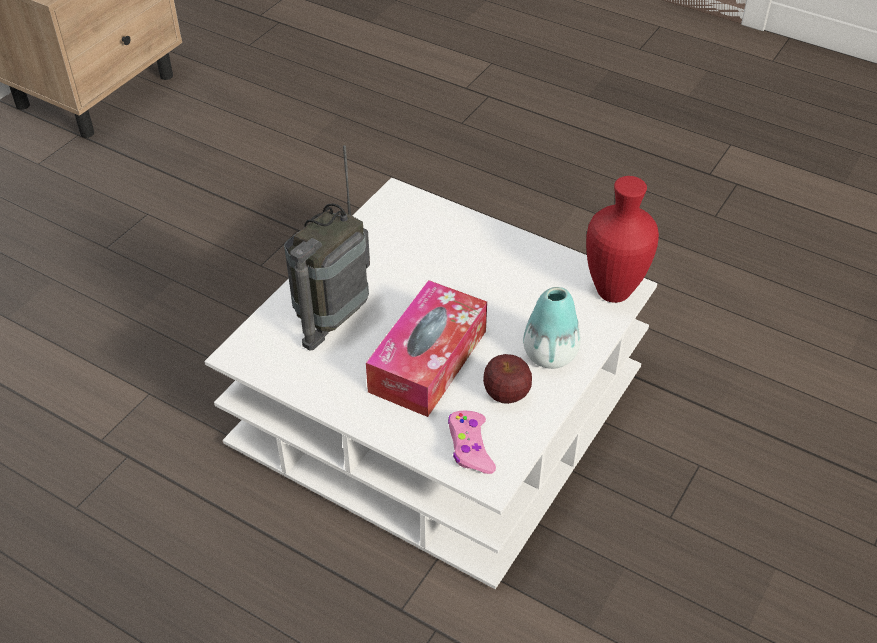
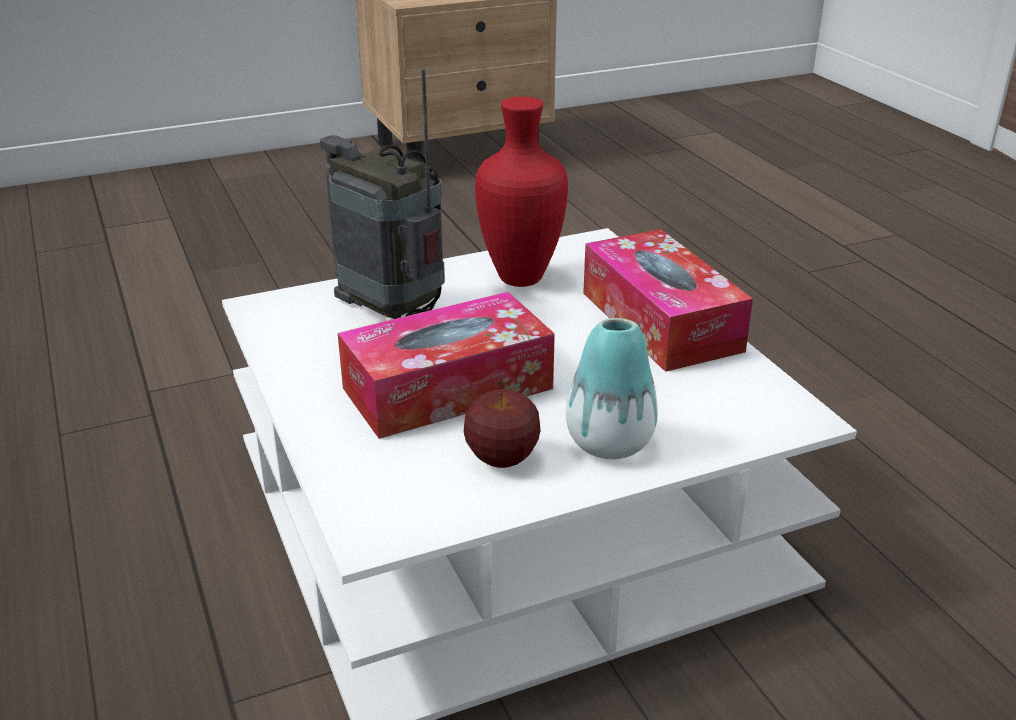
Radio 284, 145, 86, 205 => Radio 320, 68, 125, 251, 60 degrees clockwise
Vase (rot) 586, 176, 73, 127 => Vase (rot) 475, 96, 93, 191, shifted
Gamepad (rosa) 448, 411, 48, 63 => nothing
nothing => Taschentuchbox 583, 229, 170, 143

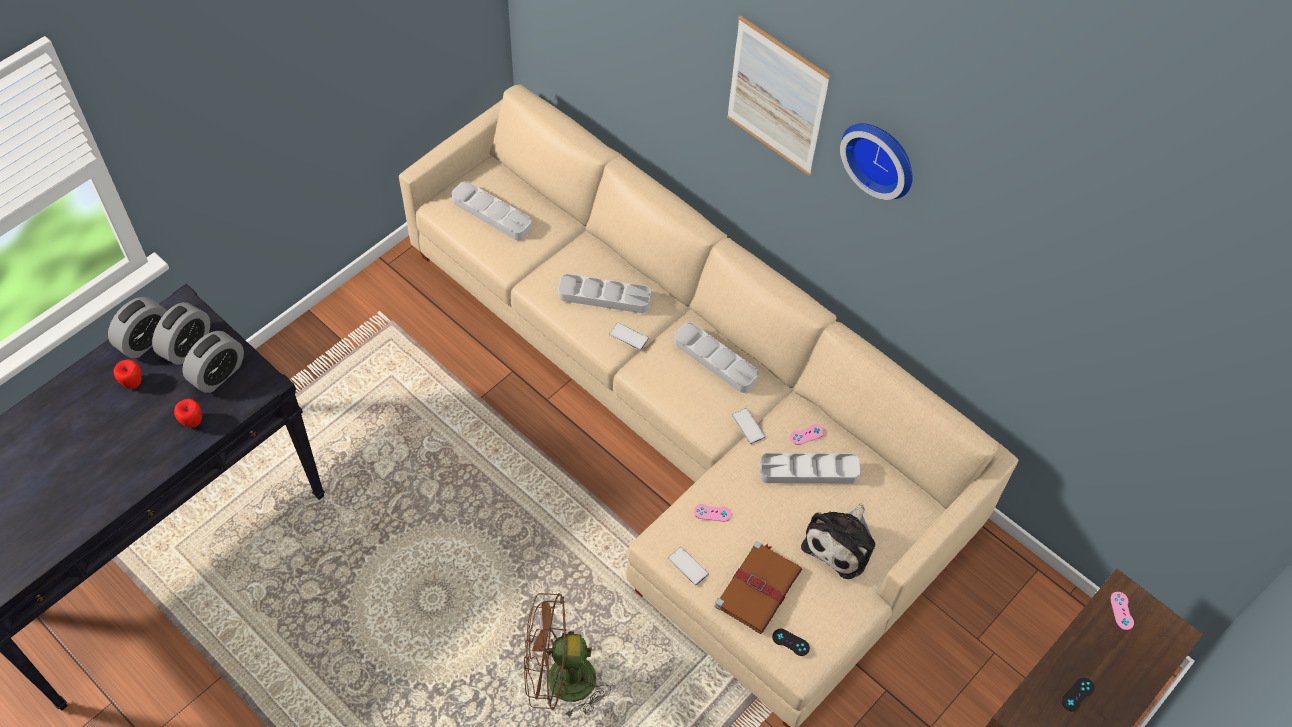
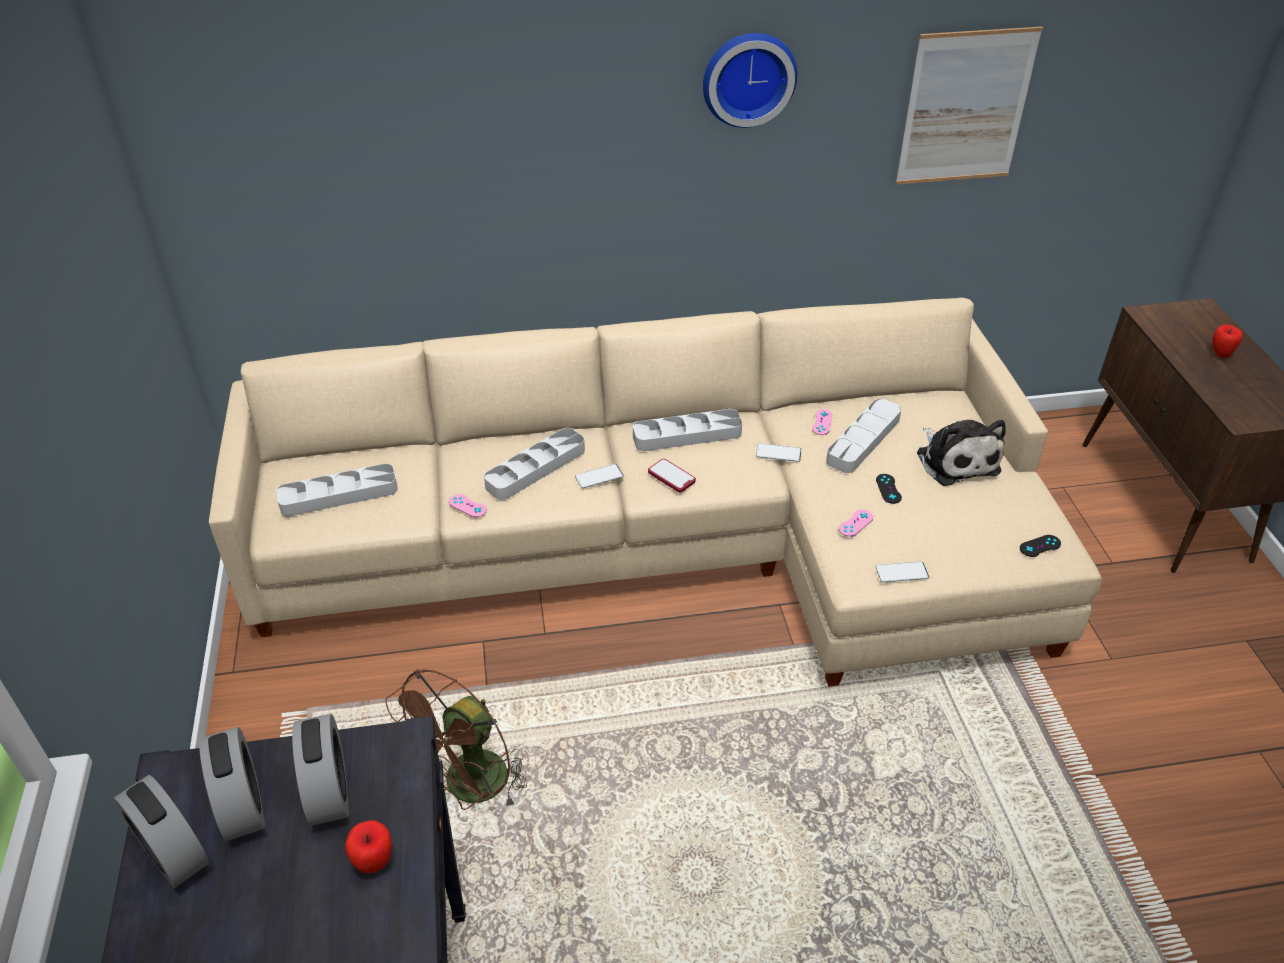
Bild 727, 15, 103, 161 => Bild 896, 27, 147, 158, shifted
Wecker 108, 297, 59, 61 => Wecker 113, 775, 96, 113, 150 degrees clockwise
Apfel 114, 359, 27, 30 => Apfel 1212, 325, 31, 33, shifted
Buch (braun) 715, 541, 87, 93 => nothing
Gamepad (rosa) 1110, 592, 24, 38 => Gamepad (rosa) 449, 494, 38, 23, shifted
Ventilator (braun) 524, 593, 87, 127 => Ventilator (braun) 385, 669, 142, 141, shifted
Gamepad (schwarz) 1061, 678, 34, 33 => Gamepad (schwarz) 876, 474, 26, 30, shifted
nothing => Handy 648, 459, 48, 34

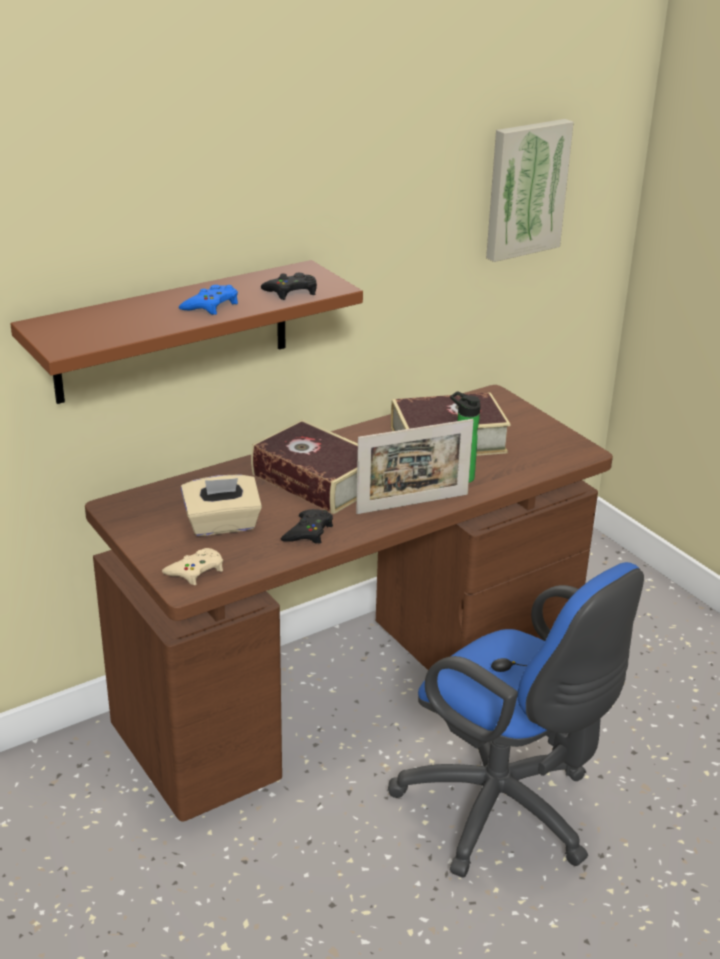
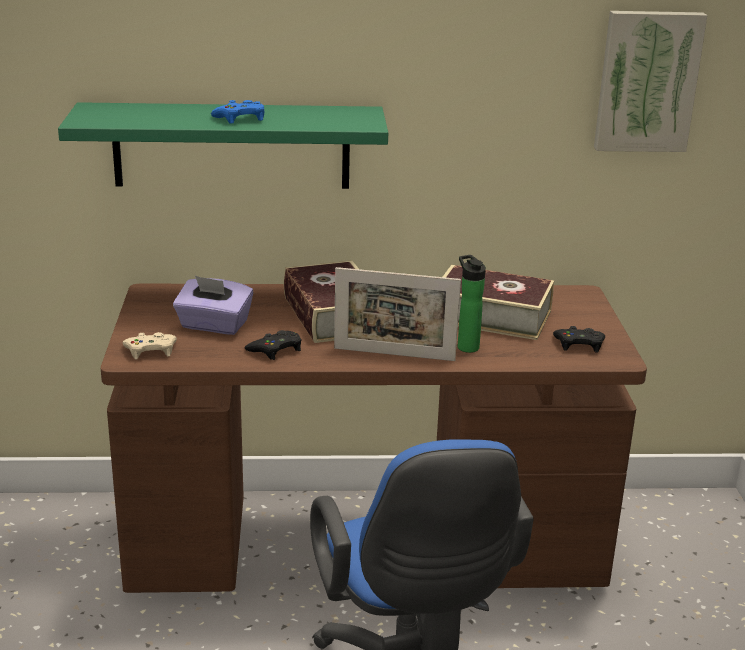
Wandregal (braun) 10, 260, 353, 144 => Wandregal (grün) 58, 102, 330, 87
Gamepad (schwarz) 261, 273, 56, 27 => Gamepad (schwarz) 553, 326, 52, 27, shifted
Taschentuchbox (beige) 181, 475, 81, 61 => Taschentuchbox (lila) 173, 276, 81, 59

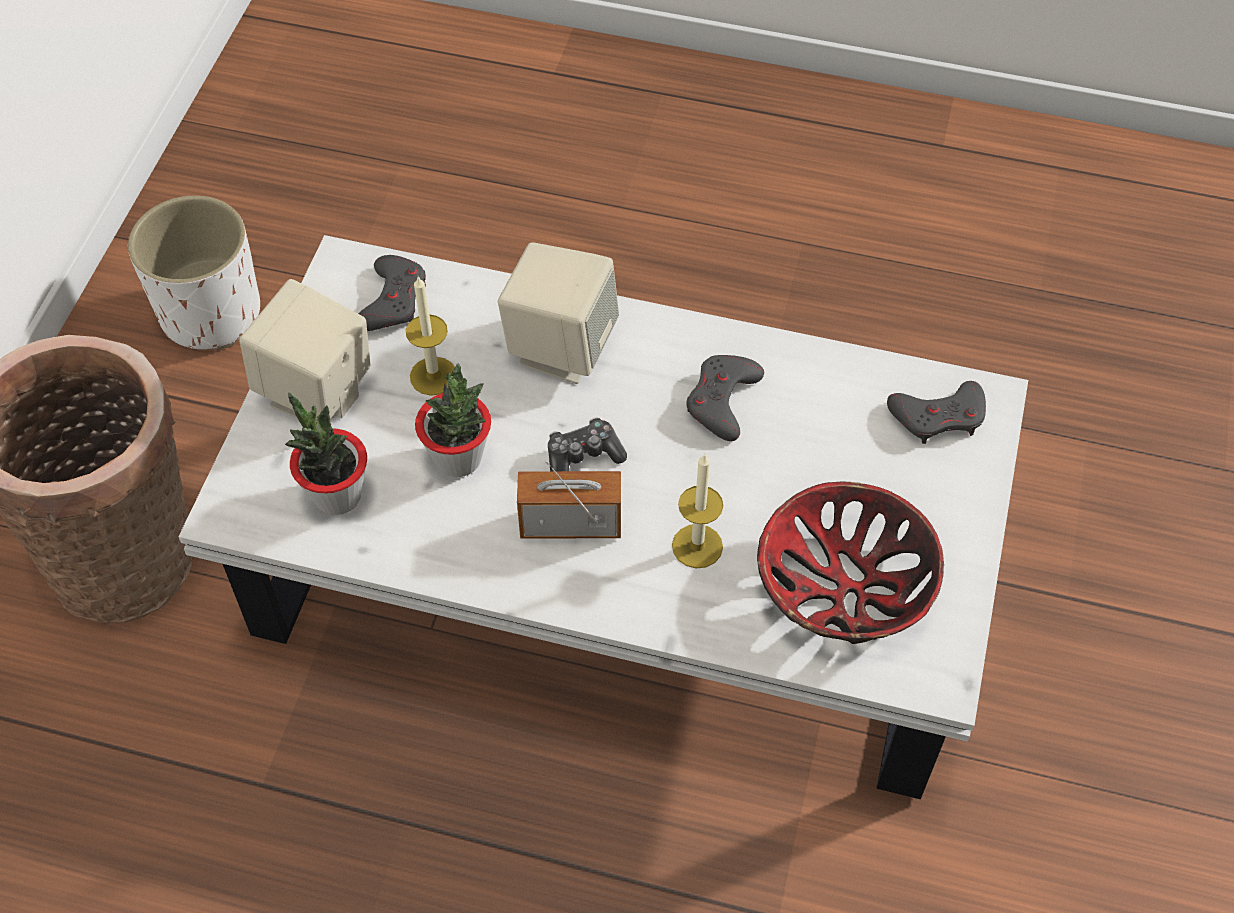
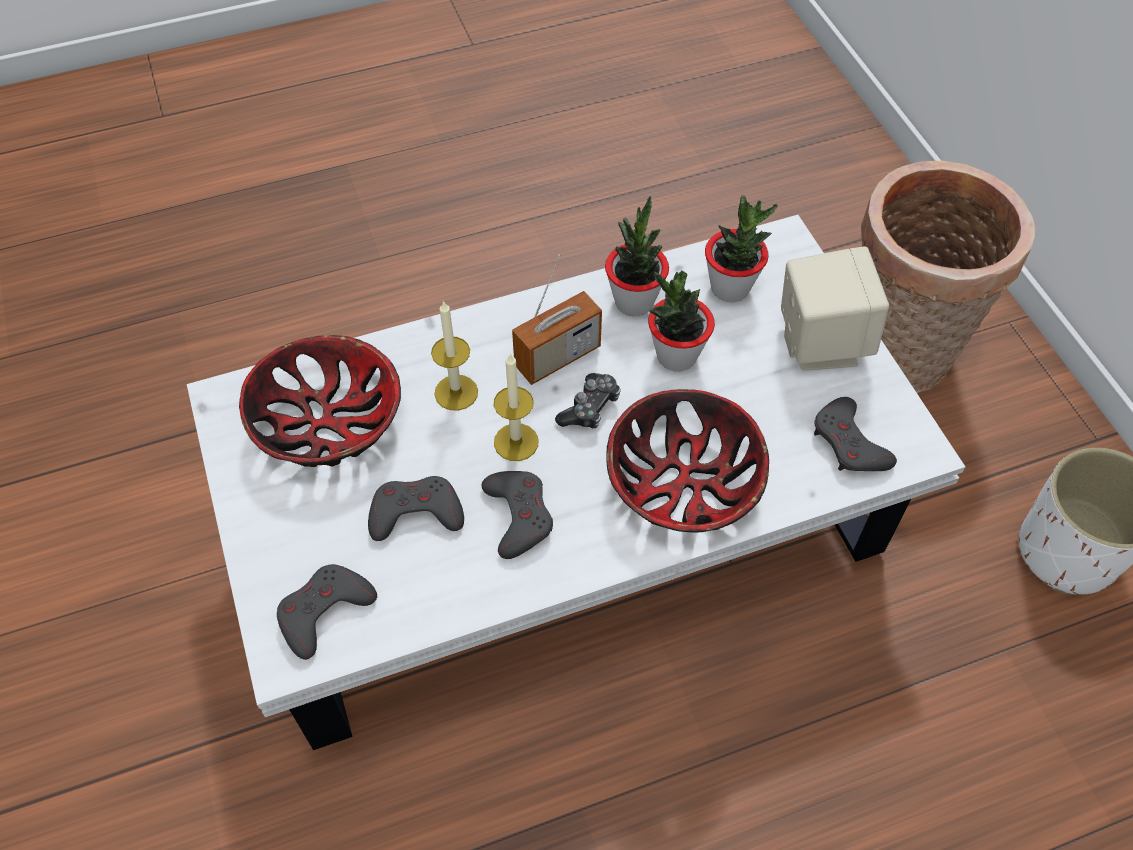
Lautsprecher (beige) 498, 242, 121, 142 => Schüssel 606, 389, 163, 144
Kerze 406, 277, 49, 119 => Kerze 494, 353, 45, 108, shifted
nothing => Topfpflanze 605, 196, 64, 120
nothing => Gamepad (grau) 368, 476, 96, 65

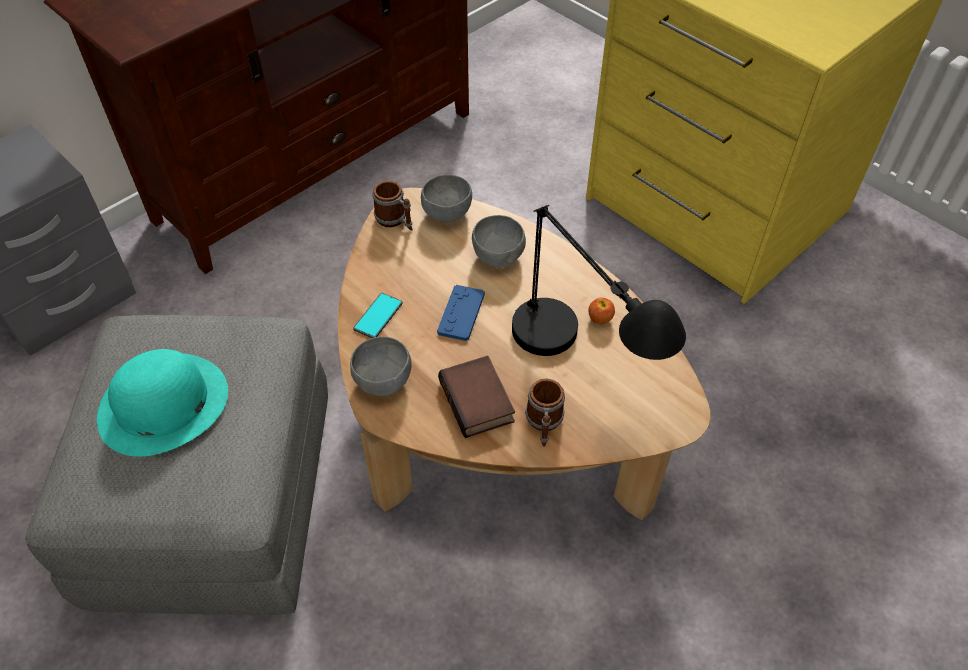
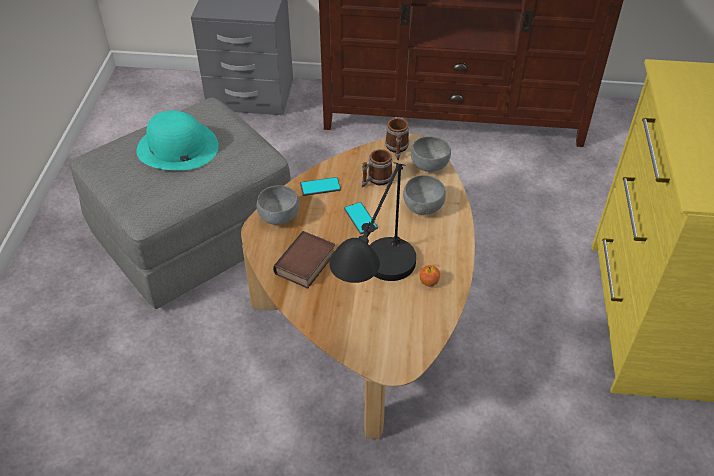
Gamepad (blau) 437, 285, 48, 56 => Handy 344, 202, 34, 32
Henkelbecher 525, 378, 40, 69 => Henkelbecher 362, 149, 31, 38, shifted

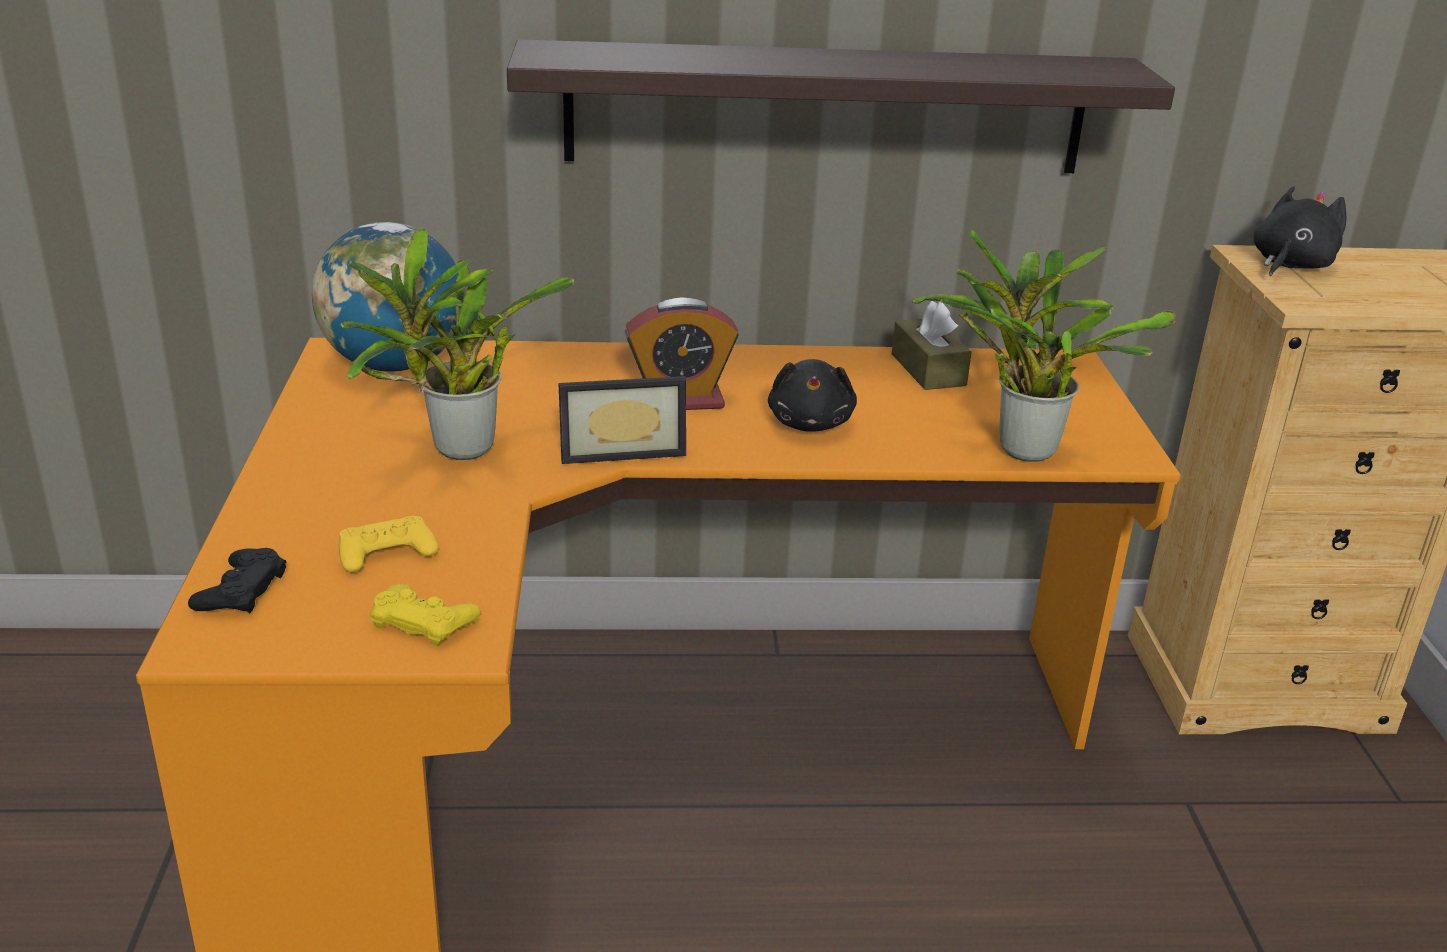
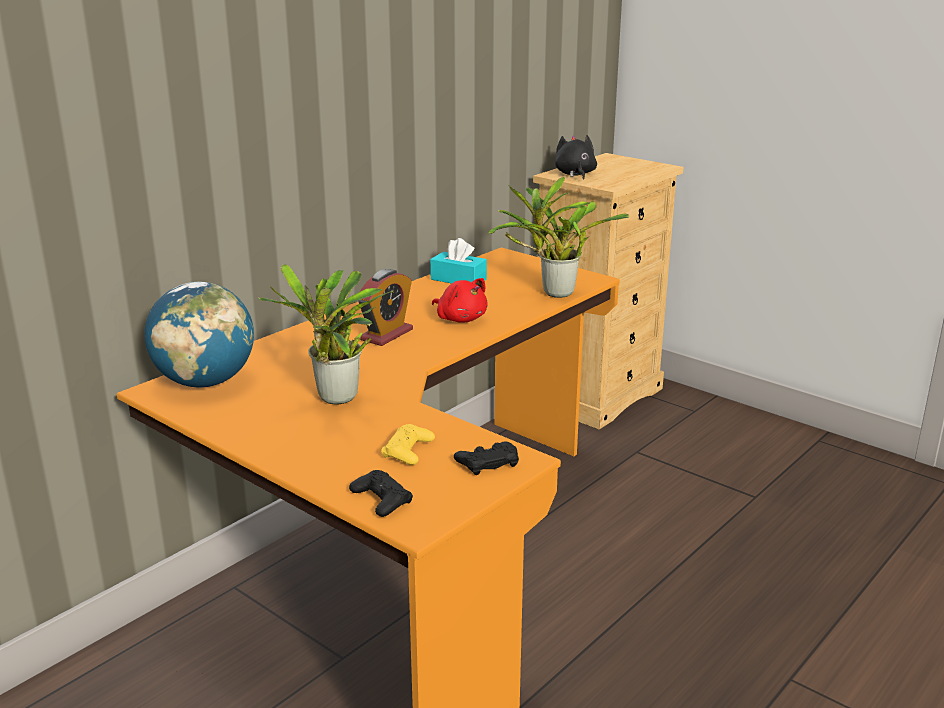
Wandregal 507, 40, 668, 133 => nothing
Taschentuchbox (braun) 892, 301, 80, 89 => Taschentuchbox (türkis) 430, 238, 57, 45
Plüschtier (schwarz) 768, 359, 89, 73 => Plüschtier (rot) 432, 278, 56, 45
Bilderrahmen 558, 376, 128, 88 => nothing
Gamepad (gelb) 370, 583, 111, 63 => Gamepad (schwarz) 454, 441, 65, 34

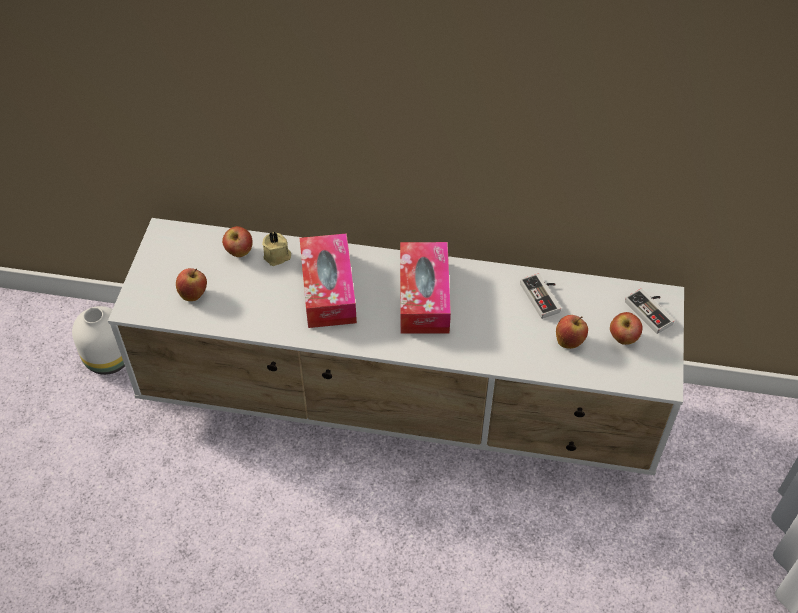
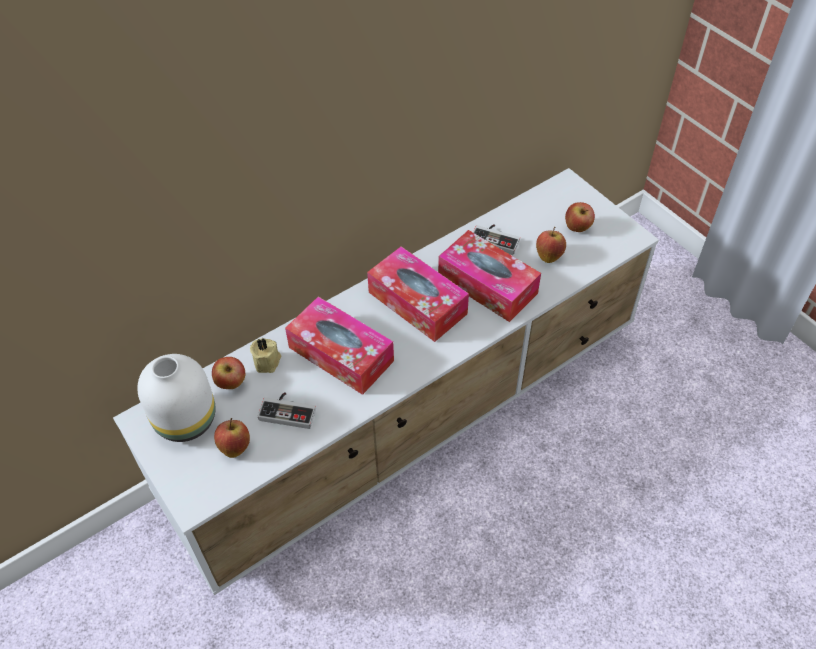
Gamepad 625, 288, 50, 46 => Gamepad 258, 392, 58, 37, shifted
Vase (weiß) 72, 306, 53, 69 => Vase (weiß) 137, 354, 79, 88, shifted
nothing => Taschentuchbox 438, 230, 103, 92

